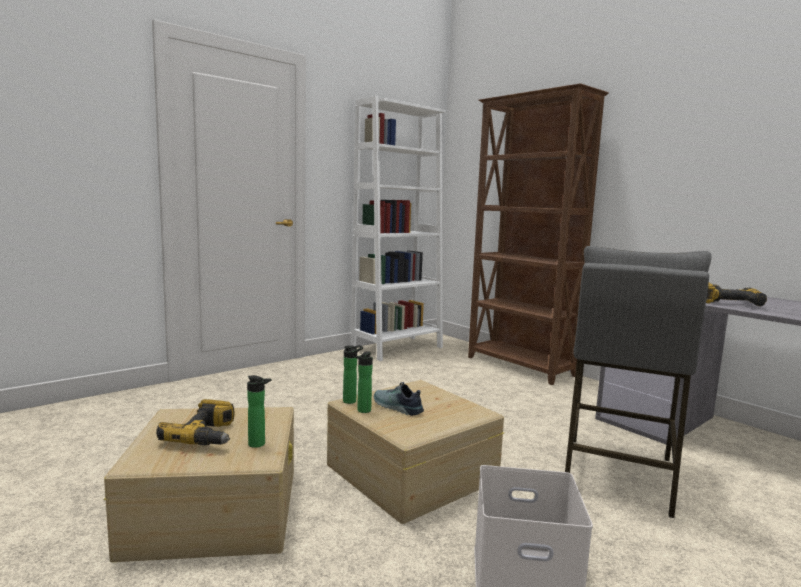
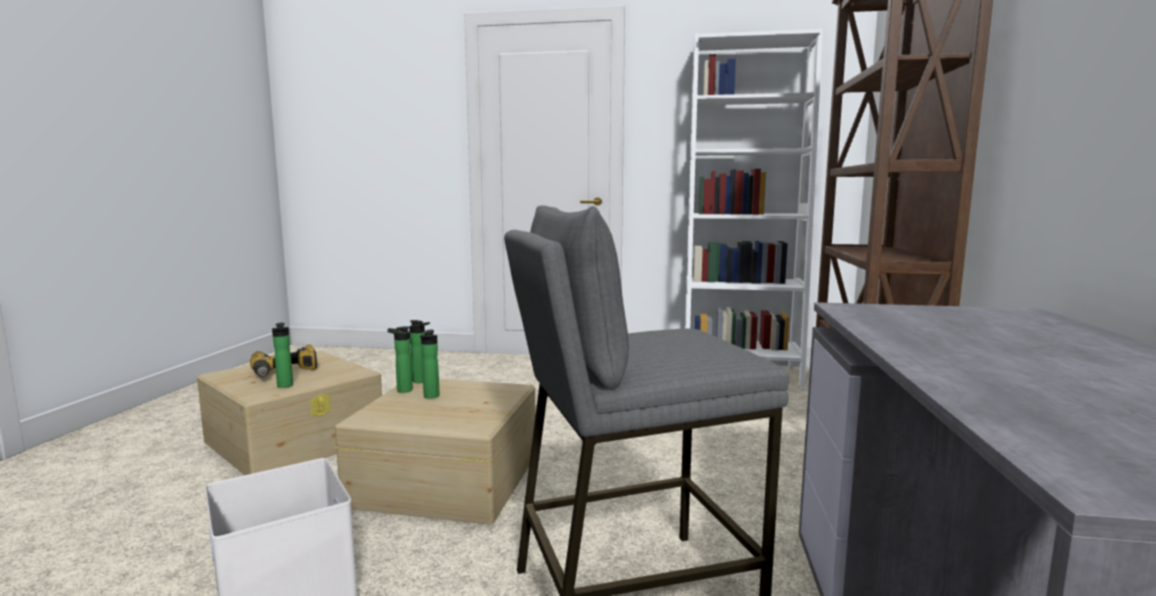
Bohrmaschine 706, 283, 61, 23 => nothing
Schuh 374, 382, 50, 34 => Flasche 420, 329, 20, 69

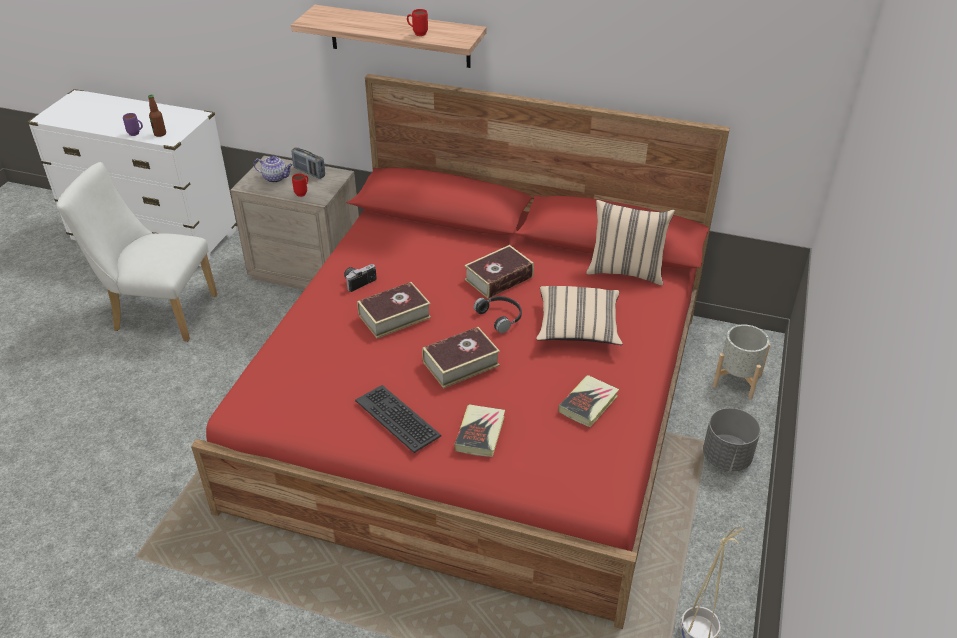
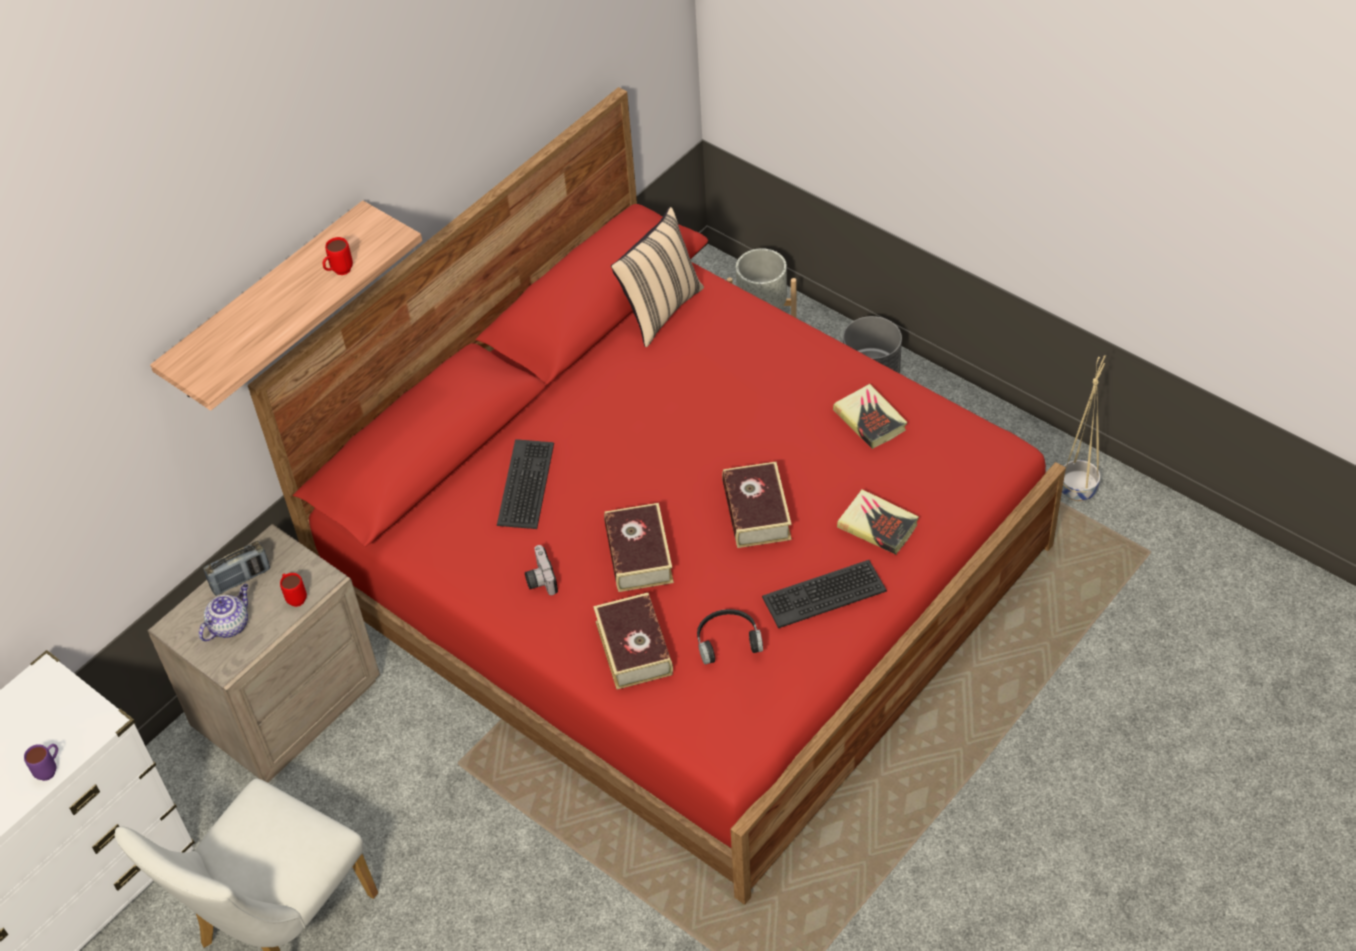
Flasche 148, 95, 18, 42 => nothing
Buch 464, 245, 70, 54 => Buch 593, 593, 80, 97, shifted
Kissen (beige) 536, 286, 87, 59 => nothing
Kopfhörer (schwarz) 474, 296, 48, 37 => Kopfhörer (schwarz) 697, 609, 66, 56, shifted
nothing => Tastatur 497, 439, 57, 90

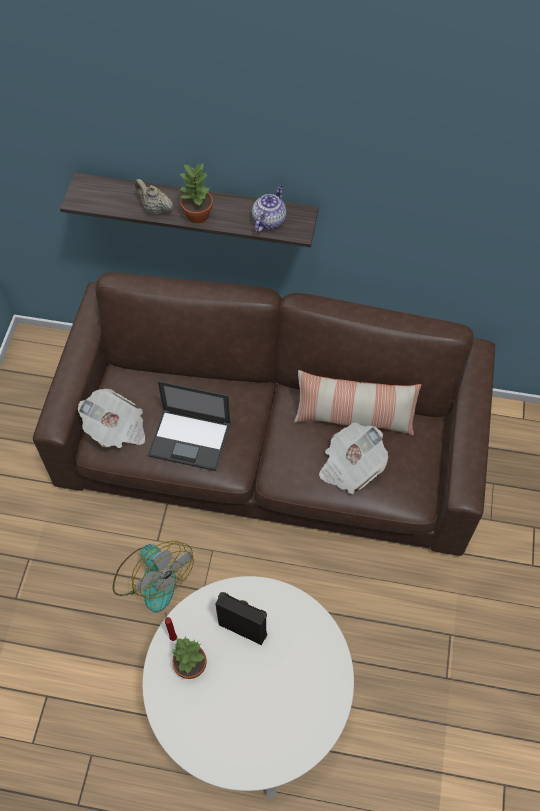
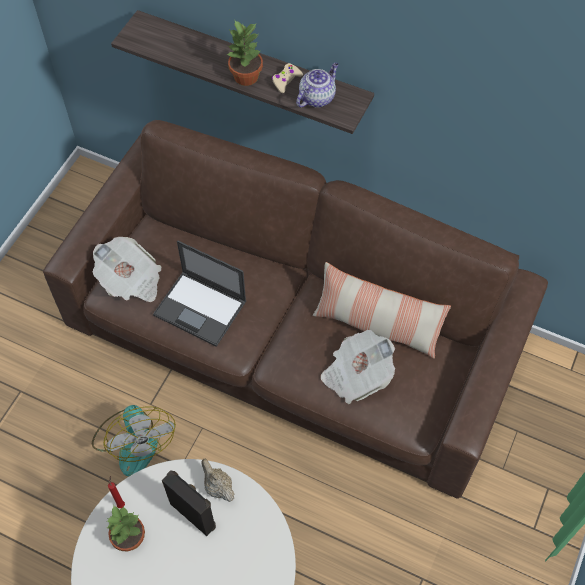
Teekanne (beige) 135, 179, 38, 36 => Teekanne (beige) 201, 459, 33, 43, shifted
nothing => Gamepad (beige) 272, 63, 31, 30

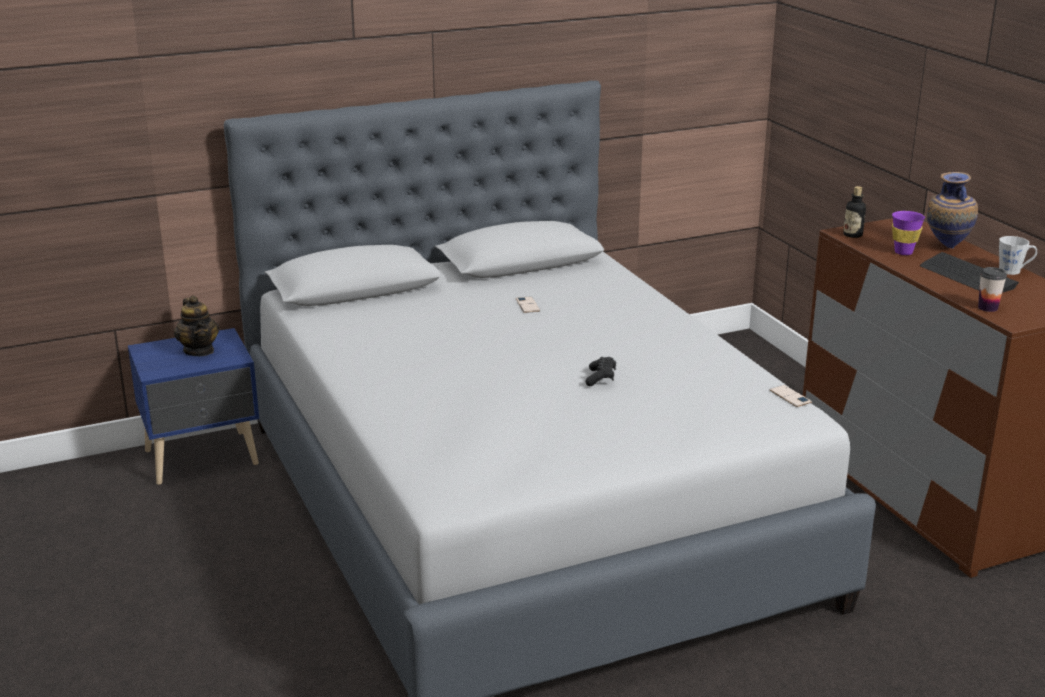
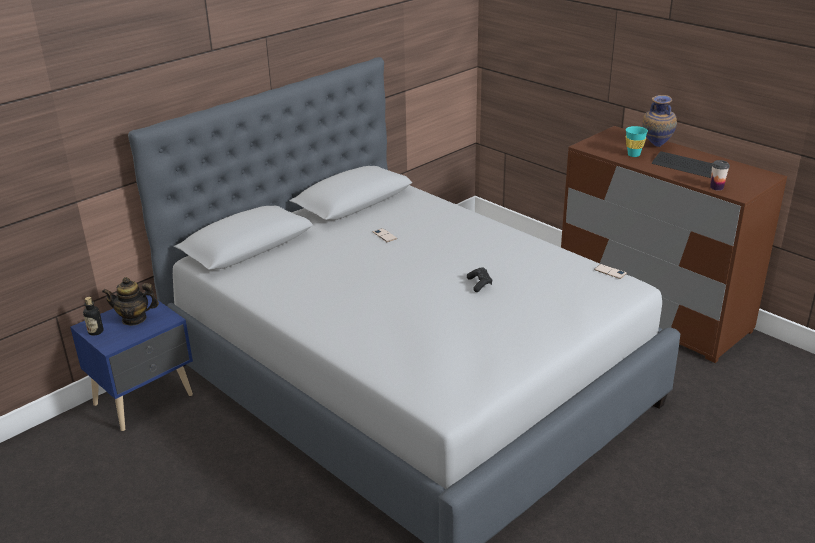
Flasche 843, 186, 23, 52 => Flasche 83, 297, 21, 38, shifted
Tasse (lila) 892, 211, 33, 44 => Tasse (türkis) 626, 126, 22, 31
Henkelbecher (grau) 999, 236, 38, 39 => nothing
Teekanne 174, 296, 45, 60 => Teekanne 102, 277, 57, 49, 135 degrees clockwise

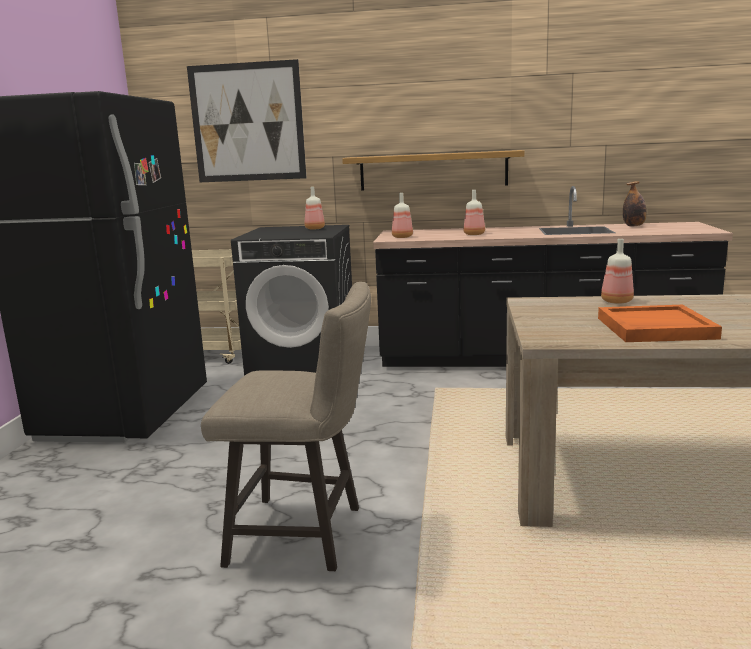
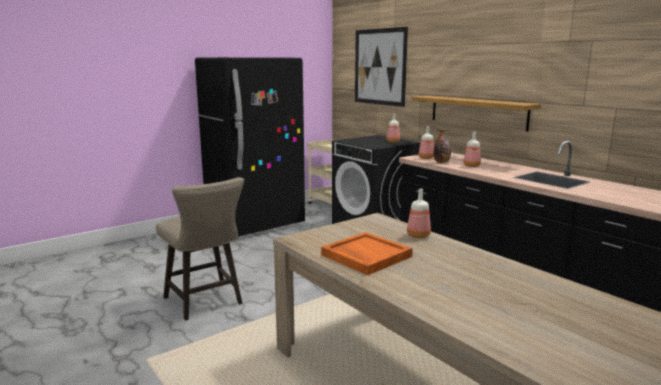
Flasche 623, 181, 24, 46 => Flasche 434, 129, 17, 34, shifted

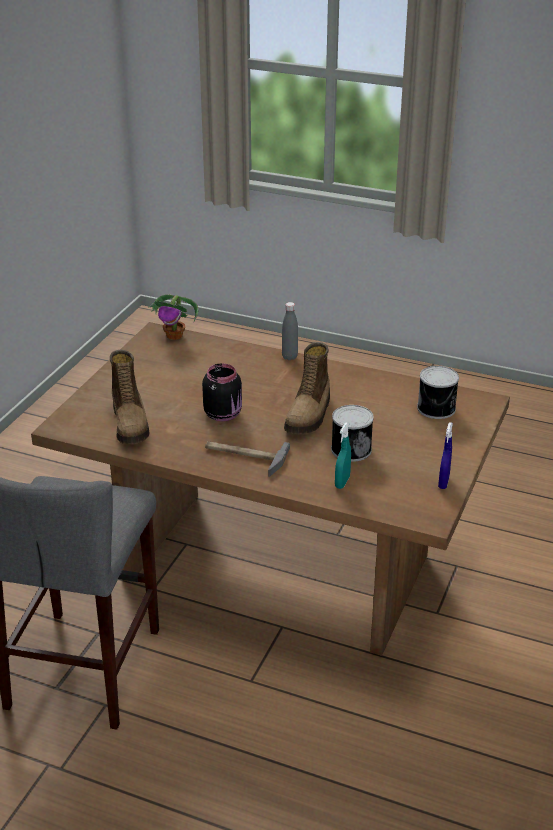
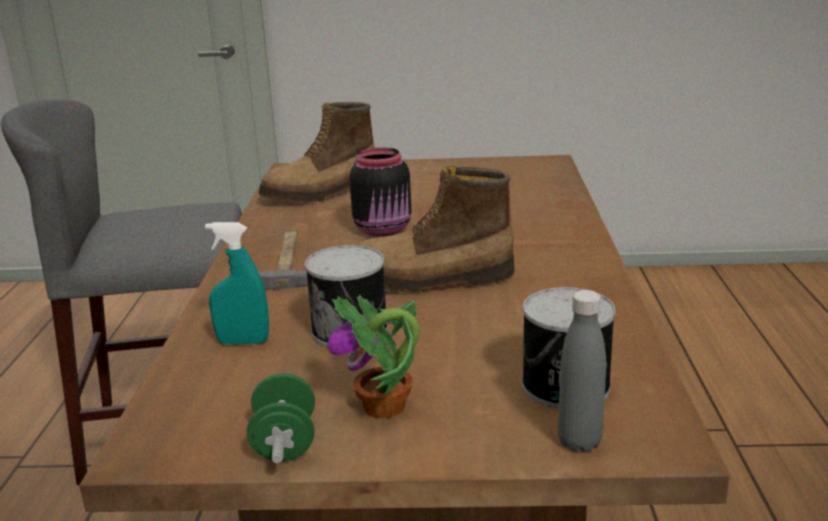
Topfpflanze 149, 294, 50, 46 => Topfpflanze 327, 294, 93, 124, shifted
Flasche (grau) 282, 302, 16, 58 => Flasche (grau) 558, 290, 48, 162, shifted
Sprühflasche (blau) 438, 422, 15, 67 => Hantel (grün) 247, 374, 68, 89

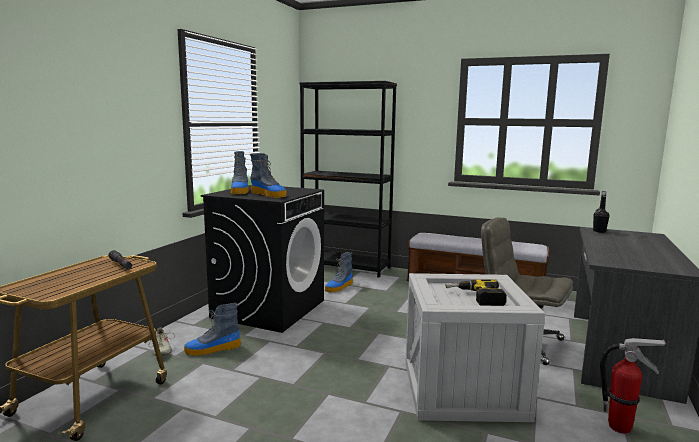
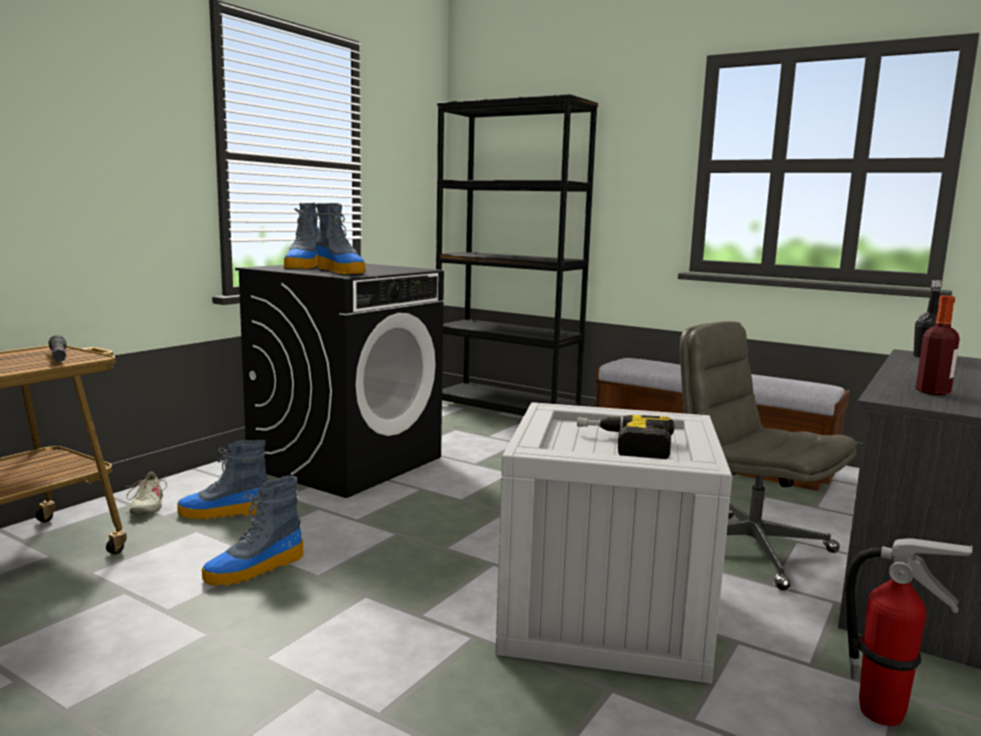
Stiefel 325, 252, 28, 41 => Stiefel 202, 476, 101, 110, shifted
nothing => Flasche 916, 295, 44, 100

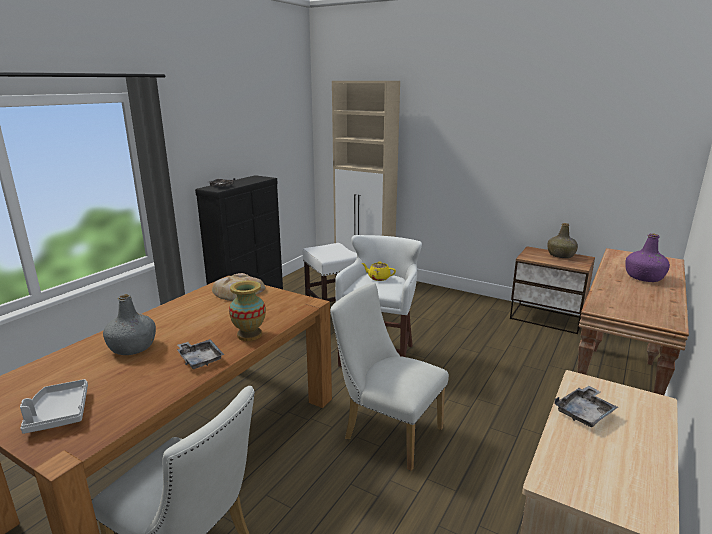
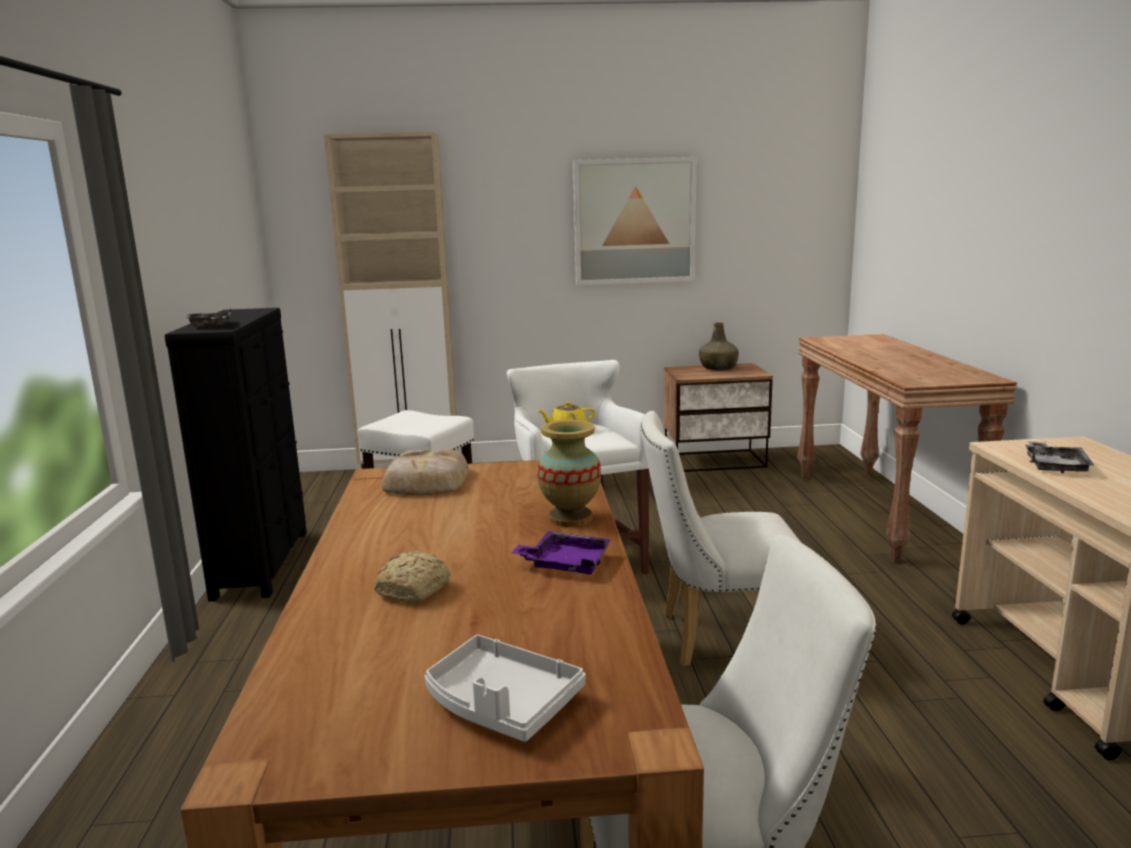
Flasche (lila) 625, 233, 45, 49 => nothing
Flasche (grau) 103, 294, 53, 61 => Brot 374, 551, 77, 52
Tablett (grau) 177, 339, 47, 30 => Tablett (lila) 511, 531, 101, 43
nothing => Bild 573, 157, 123, 128

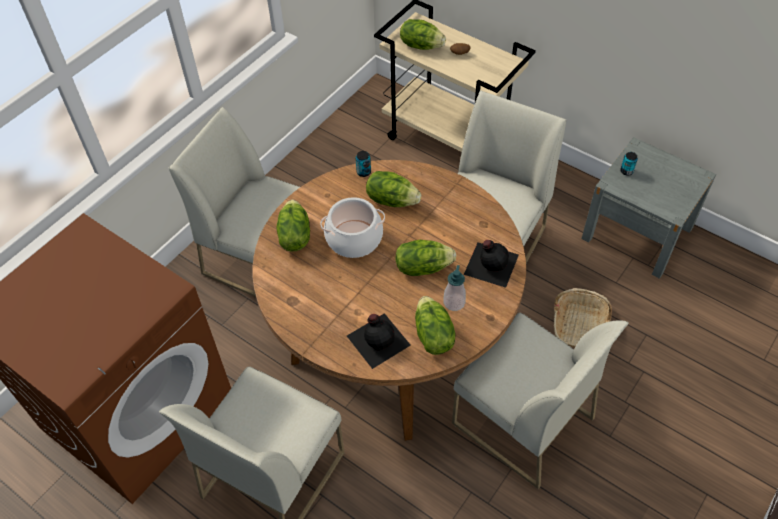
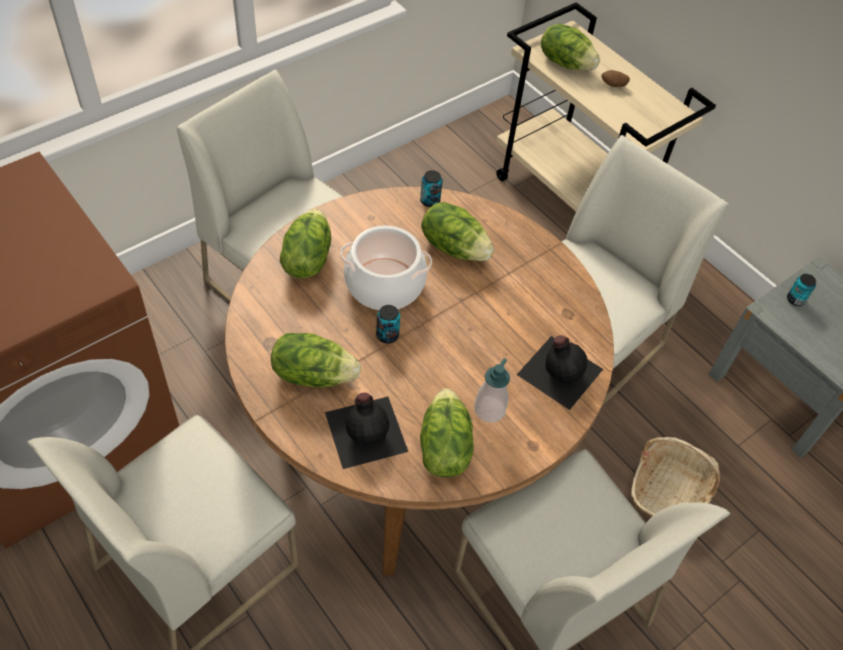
Salatkopf 395, 240, 61, 36 => Salatkopf 271, 333, 90, 54, shifted
nothing => Dose 376, 305, 24, 39

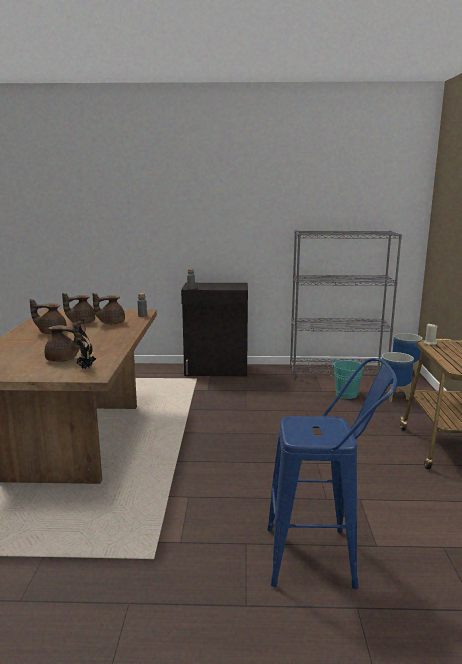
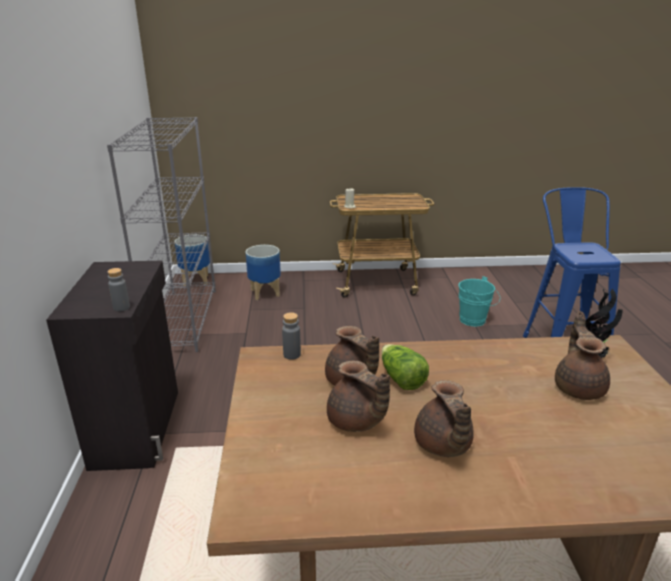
Eimer (türkis) 329, 359, 35, 40 => Eimer (türkis) 459, 276, 41, 51, shifted
nothing => Salatkopf 382, 344, 47, 46

